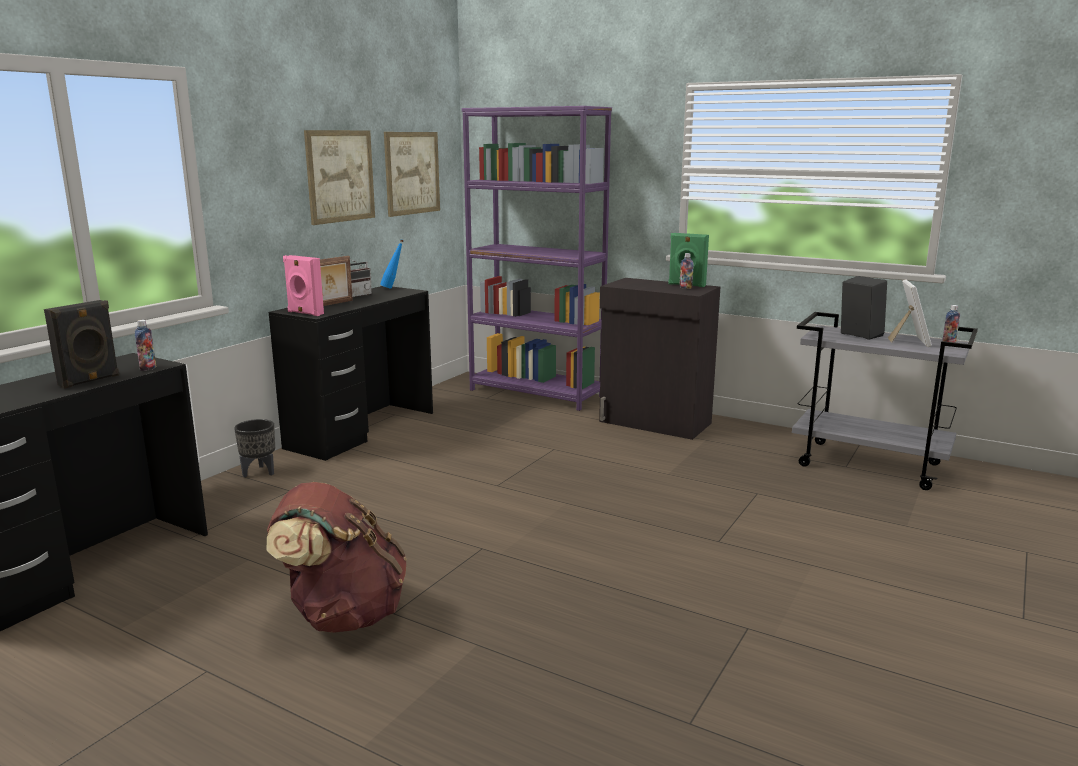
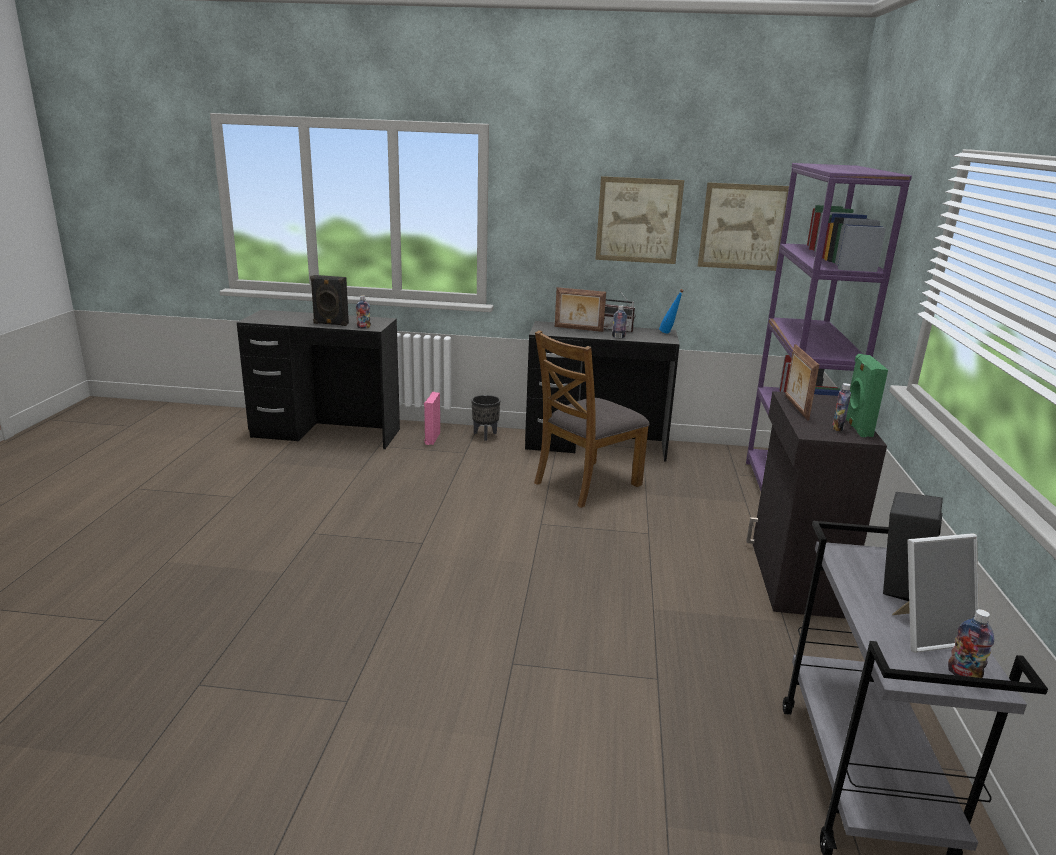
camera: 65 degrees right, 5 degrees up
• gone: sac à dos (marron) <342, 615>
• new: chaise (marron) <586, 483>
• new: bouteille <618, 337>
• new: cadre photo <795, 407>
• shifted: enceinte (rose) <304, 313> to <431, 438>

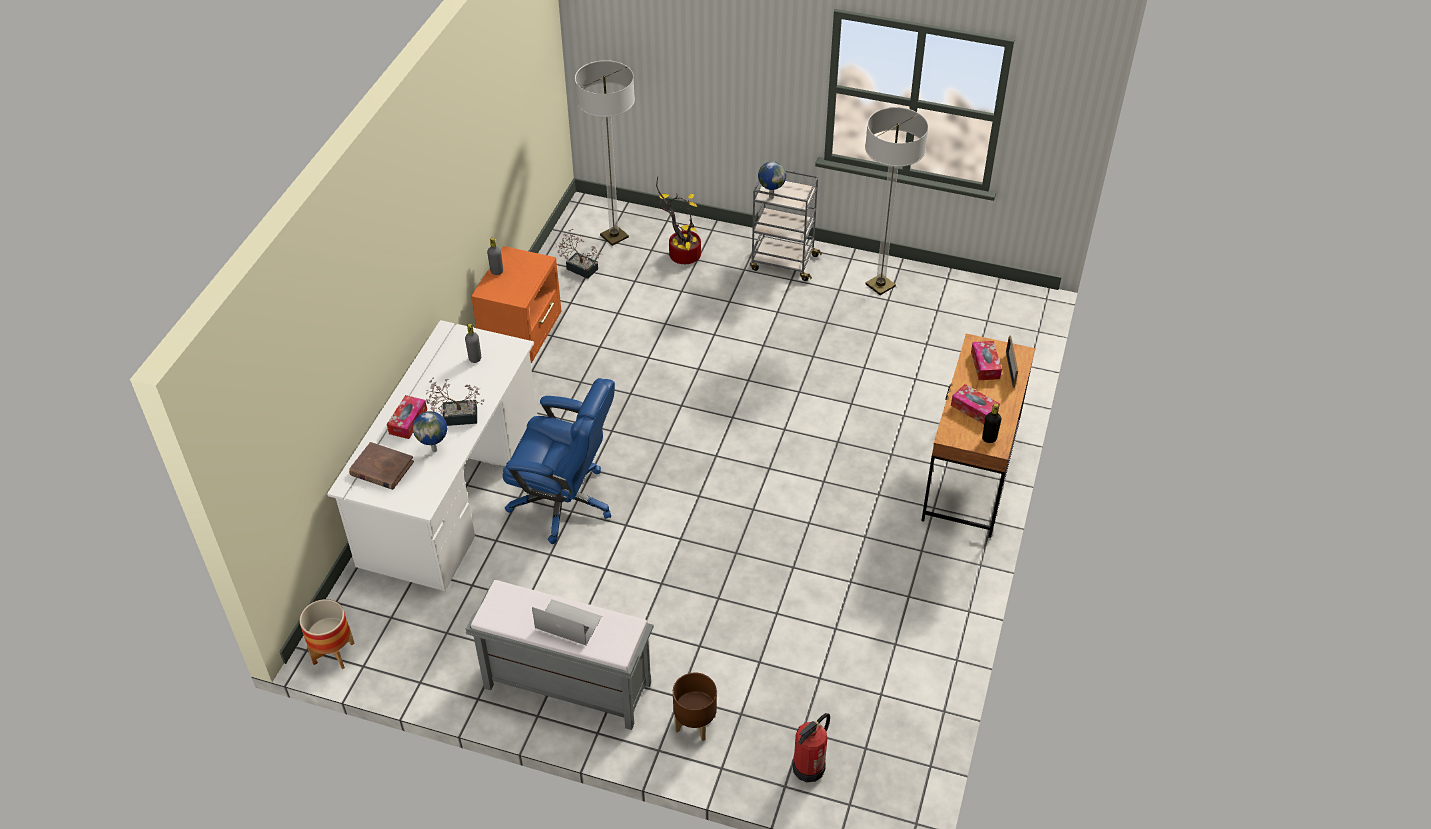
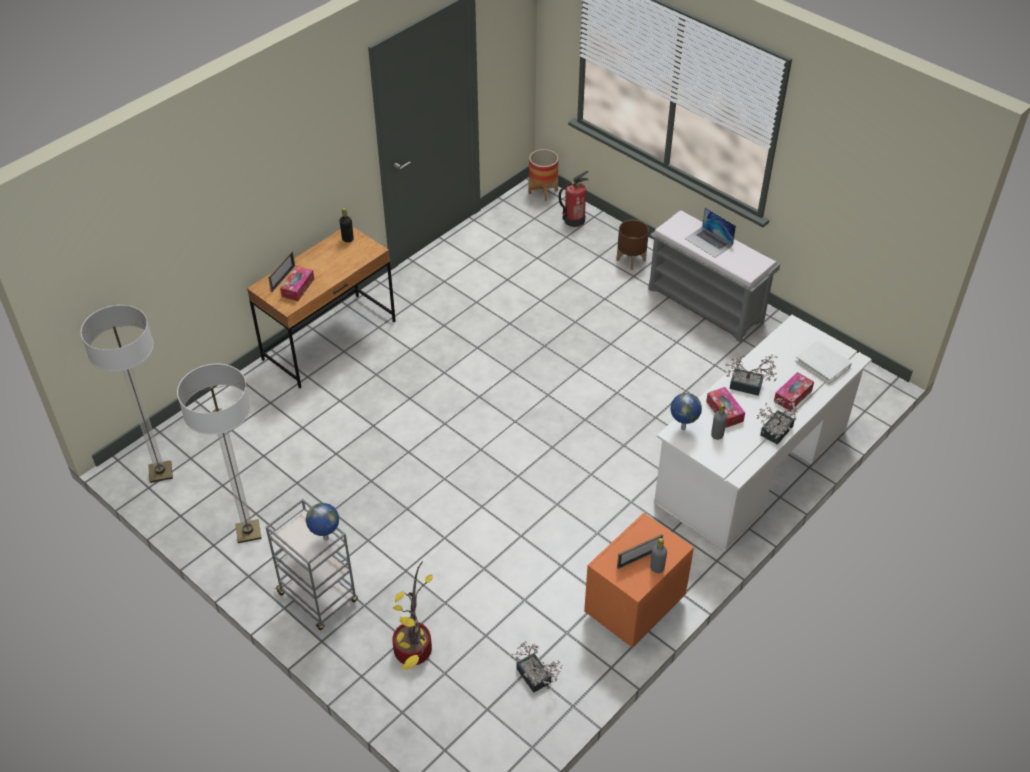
camera: 155 degrees left, 0 degrees up
• gone: chaise de bureau (bleu) <564, 502>
• new: cadre photo <639, 558>
• new: plante en pot <774, 433>
• shifted: cache-pot <333, 653> to <543, 191>
• shifted: globe <435, 449> to <682, 428>
• shifted: lampadaire <614, 236> to <160, 472>
• shifted: boîte à mouchoirs <974, 409> to <724, 411>
• repainted: livre (marron) <381, 468> to livre (blanc) <823, 363>

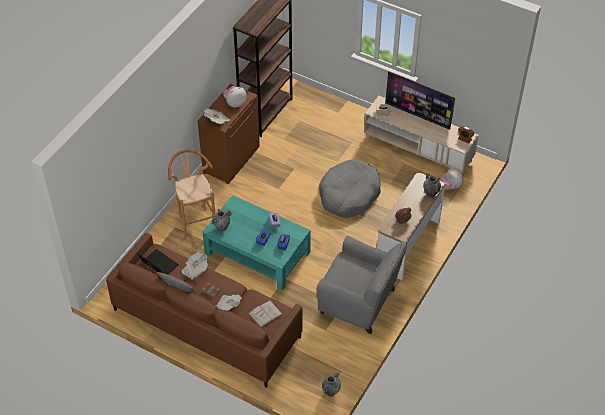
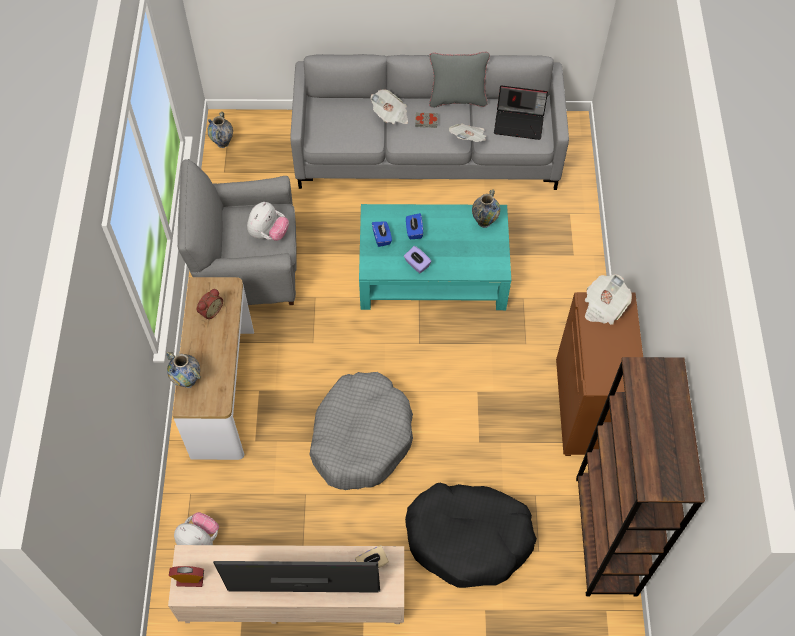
camera: 150 degrees right, 10 degrees up
• gone: tabouret (marron) <195, 220>
• gone: livre (blanc) <265, 314>
• new: panier pour chien (noir) <468, 538>
• shifted: peluche <235, 103> to <268, 233>
• repainted: canapé (marron) <207, 323> to canapé (gris) <427, 152>

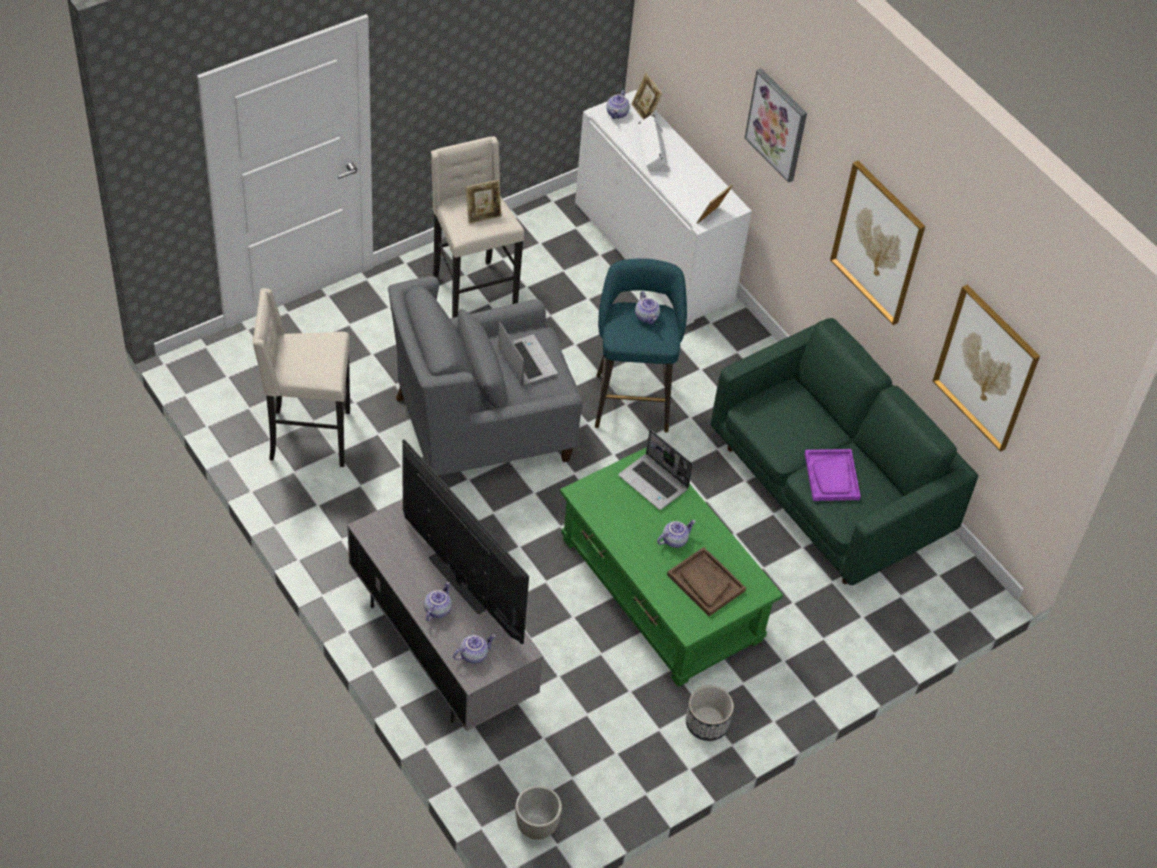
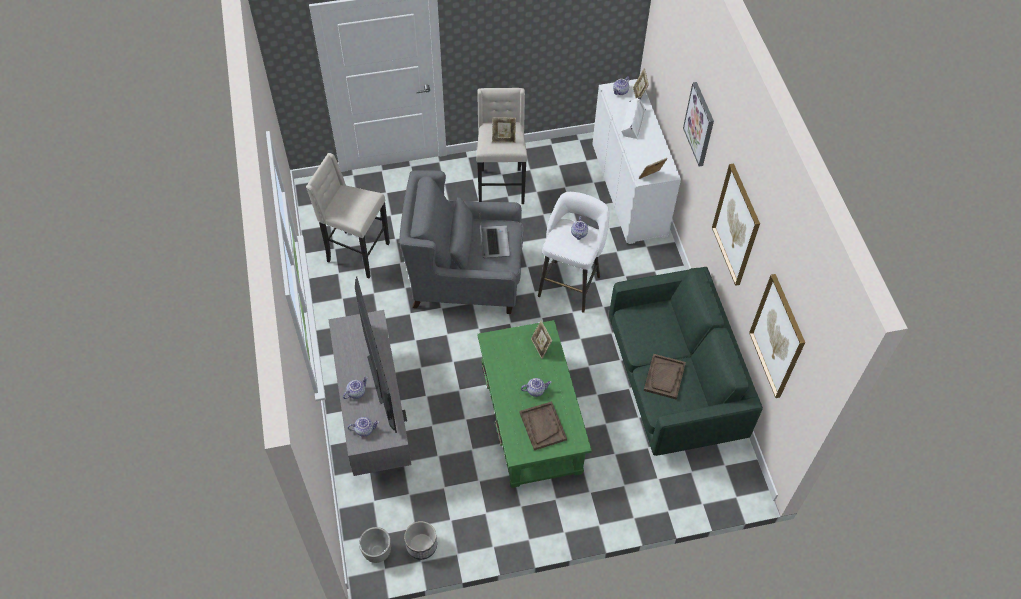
camera: 25 degrees right, 5 degrees up
• shifted: cache-pot <706, 723> to <421, 545>
• swapped: ordinateur portable <654, 483> to cadre photo <540, 347>
• repainted: tabouret (turquoise) <632, 398> to tabouret (blanc) <570, 283>
• repainted: plateau (violet) <832, 476> to plateau (marron) <664, 377>

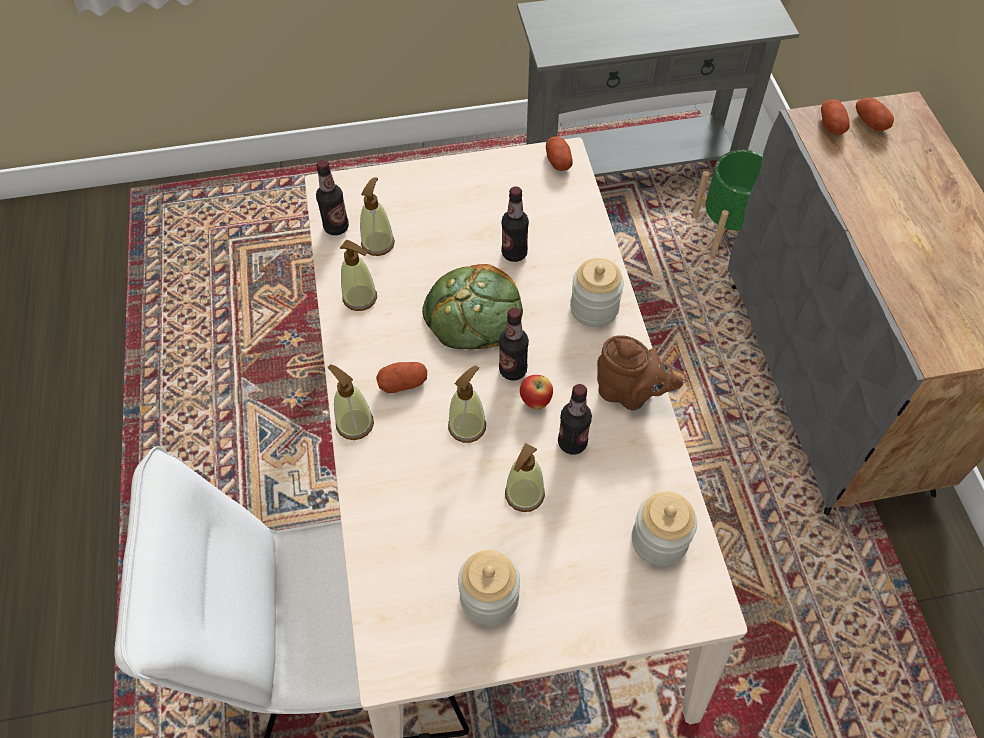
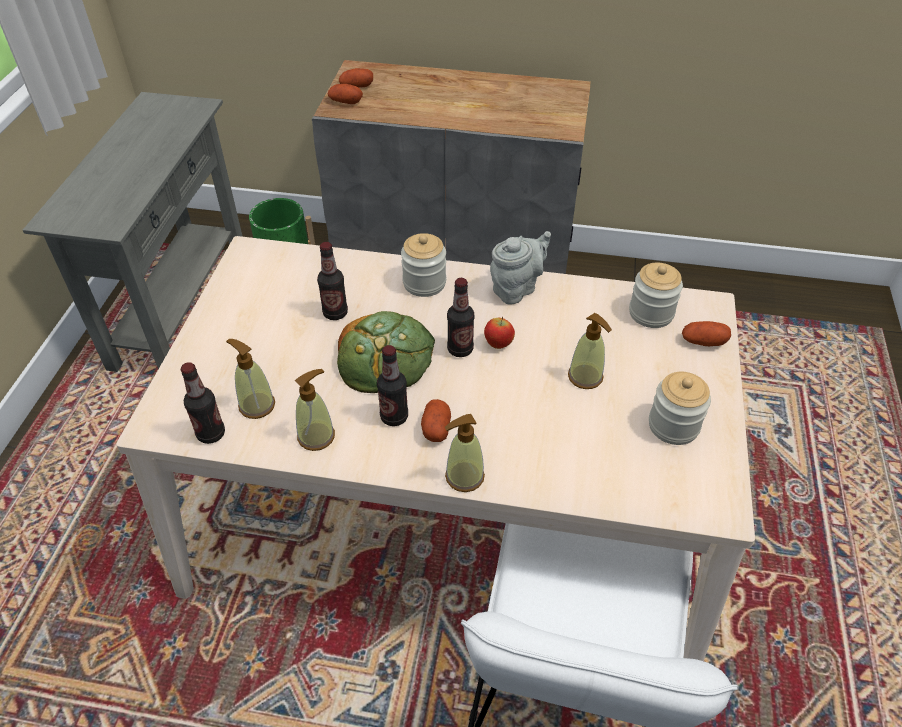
camera: 70 degrees left, 10 degrees down
• gone: distributeur de savon <467, 426>
• shifted: pomme de terre <558, 161> to <703, 342>
• shifted: bouteille <572, 443> to <394, 417>
• repainted: théière (marron) <630, 393> to théière (gris) <517, 288>

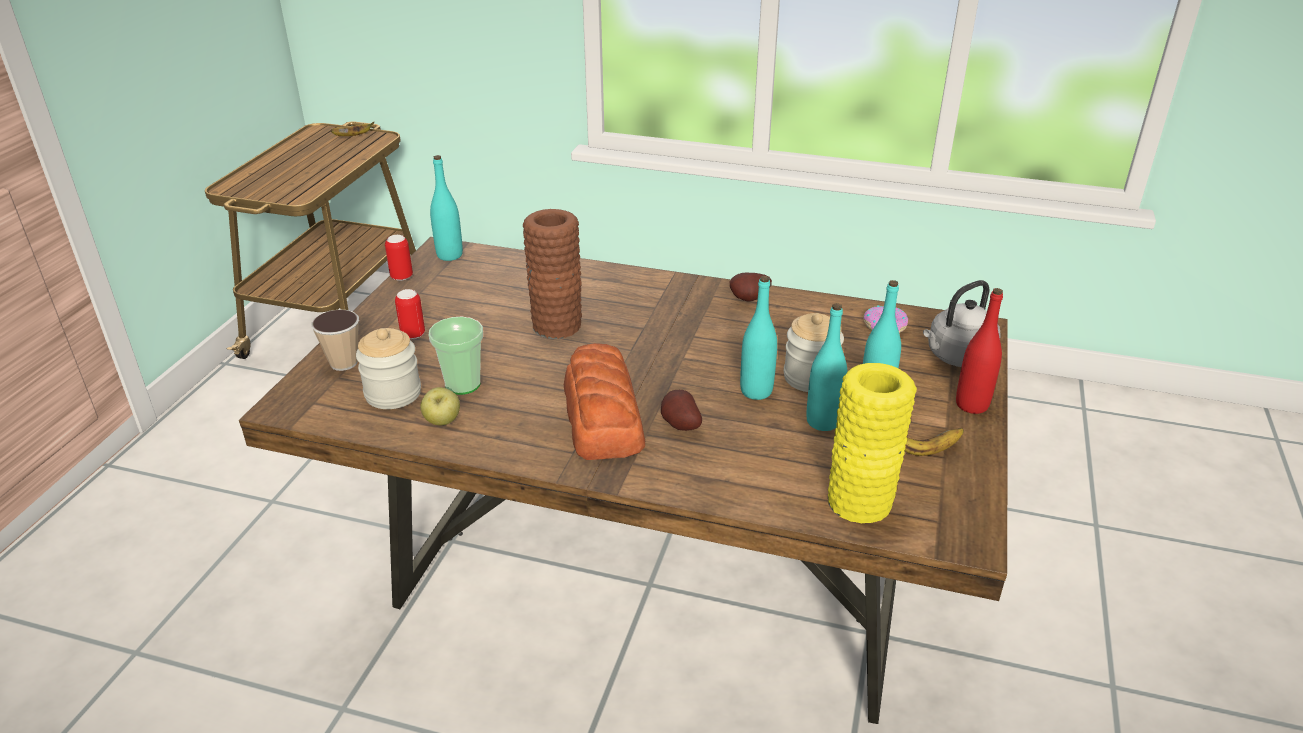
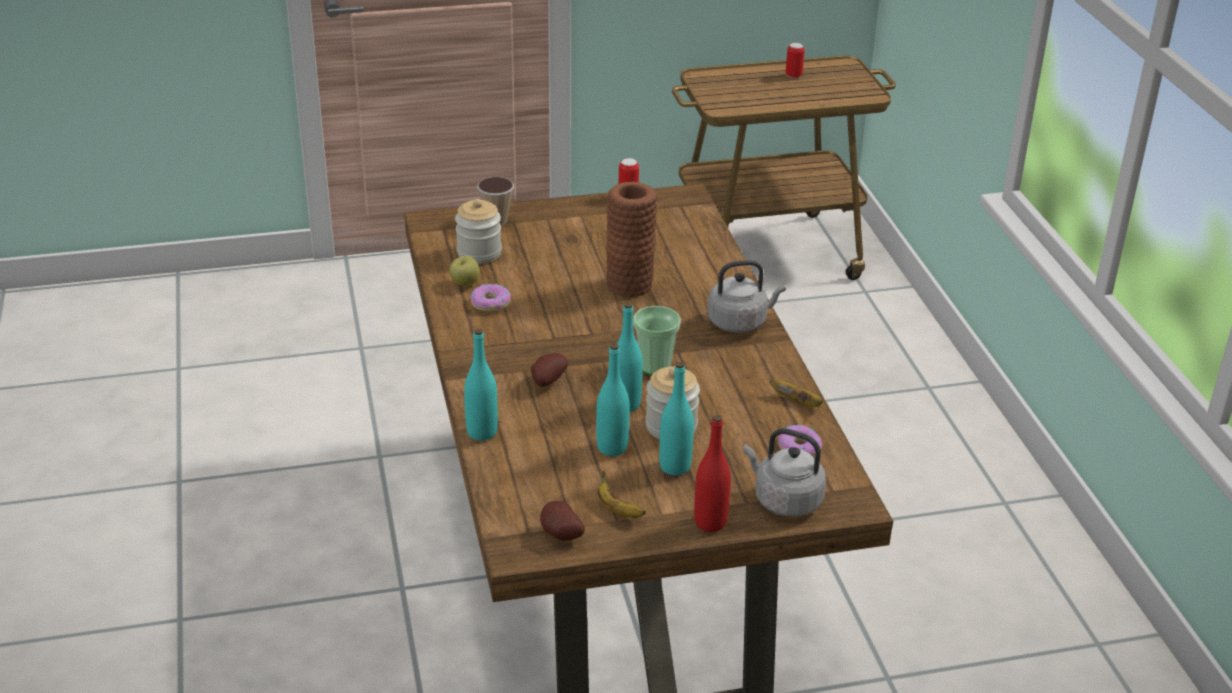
camera: 60 degrees right, 0 degrees up
• gone: pain <603, 415>
• gone: vase (jaune) <860, 502>
• new: beignet <490, 303>
• new: bouilloire (gris) <740, 322>
• shifted: banane <353, 136> to <798, 402>
• shifted: boîte métallique <413, 334> to <793, 76>
• shifted: tasse <462, 384> to <655, 366>
• shifted: bouteille (turquoise) <449, 255> to <482, 432>
• shifted: pomme de terre <750, 300> to <560, 535>

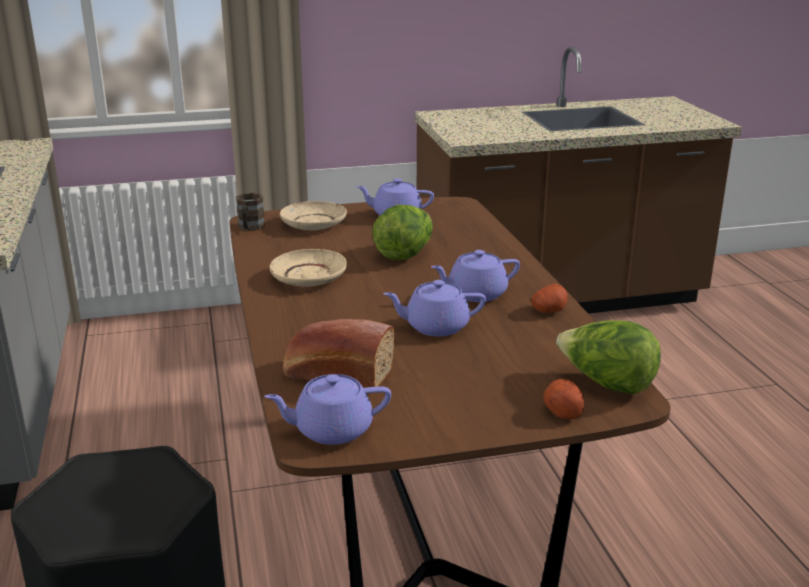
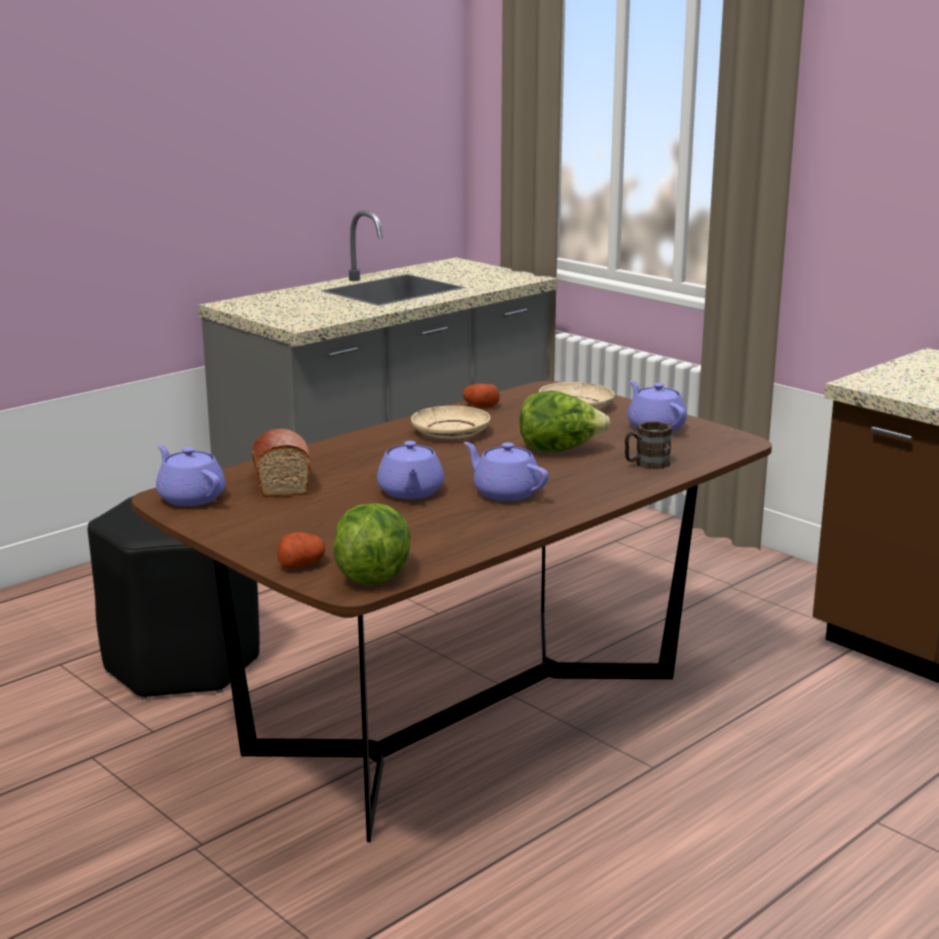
camera: 60 degrees right, 5 degrees down
• shifted: mug (marron) <250, 228> to <646, 464>
• shifted: pomme de terre <549, 311> to <480, 406>
• rotated: théière (violet) <435, 326> = <410, 492> 150 degrees counterclockwise

